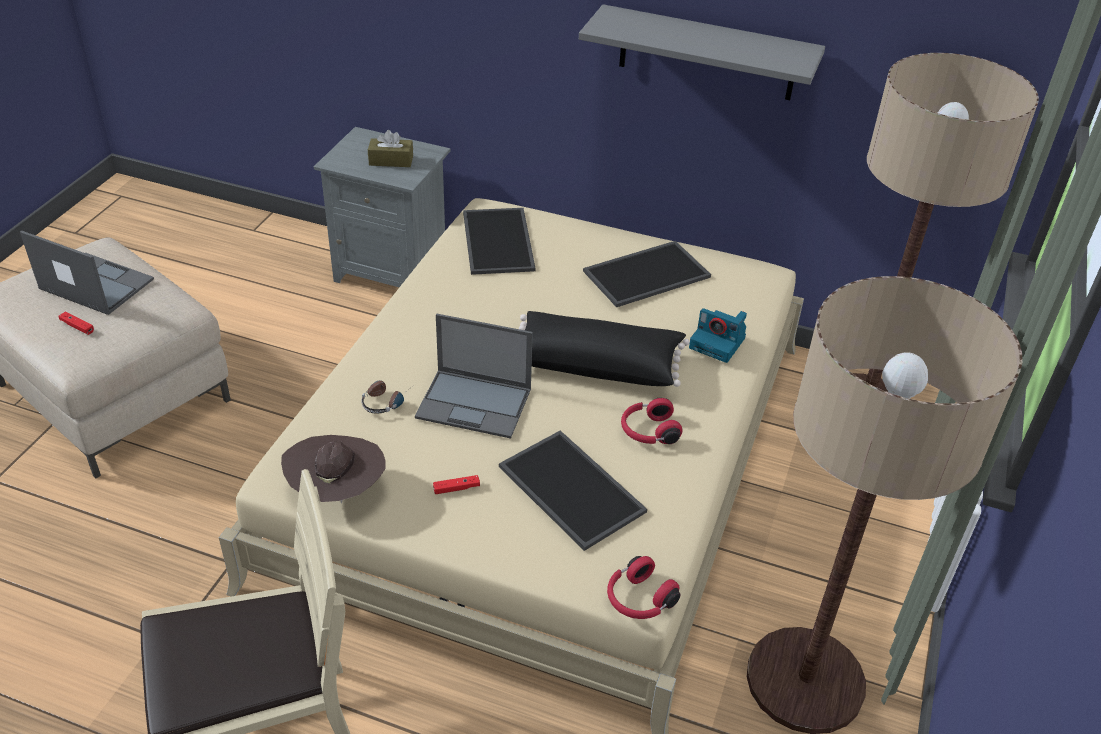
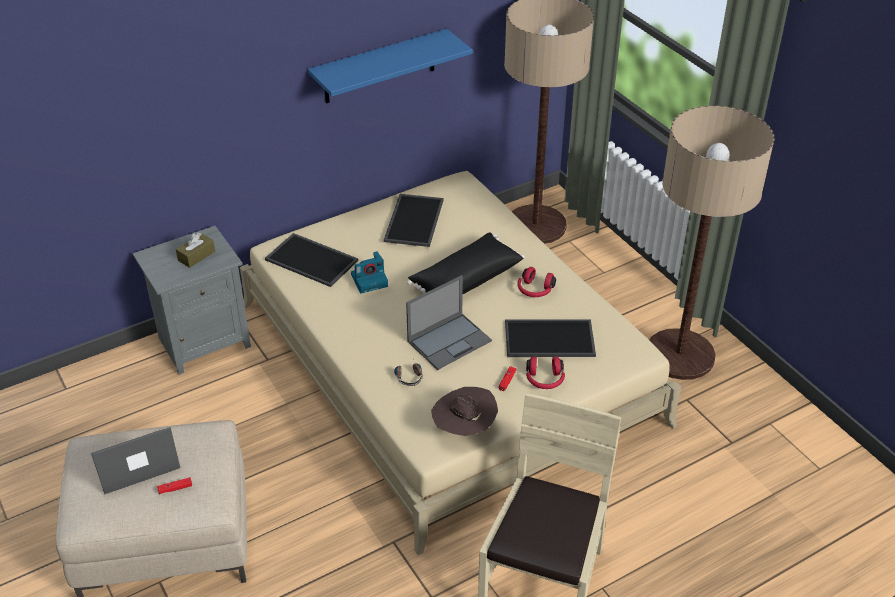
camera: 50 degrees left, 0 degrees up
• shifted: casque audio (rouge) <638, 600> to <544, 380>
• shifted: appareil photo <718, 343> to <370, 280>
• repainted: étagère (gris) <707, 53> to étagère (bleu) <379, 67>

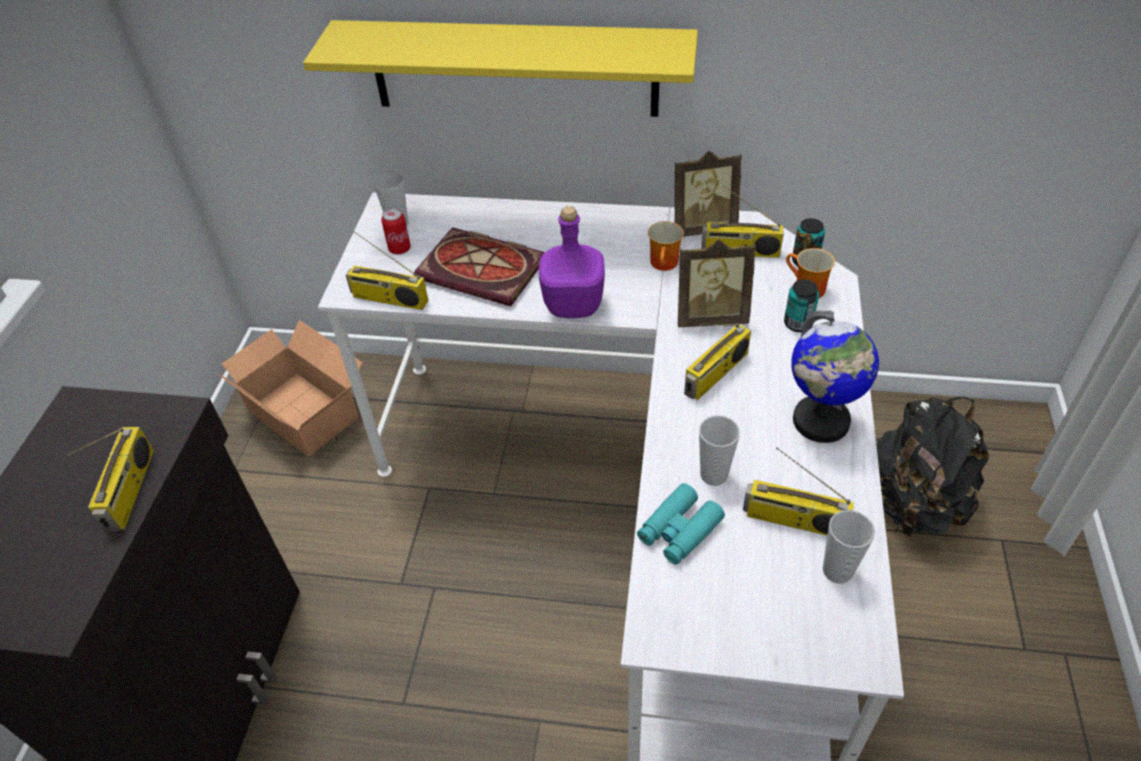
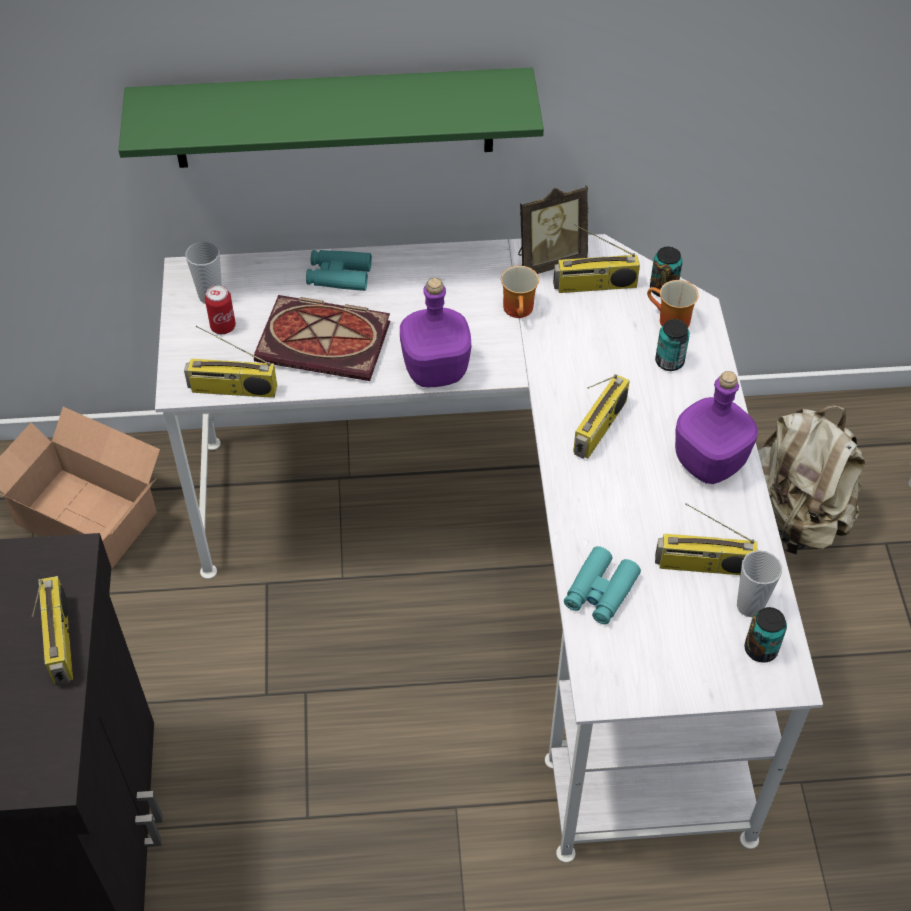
camera: 15 degrees left, 5 degrees up
• gone: cadre photo <710, 316>
• gone: tasse <713, 475>
• new: jumelles (turquoise) <339, 276>
• new: boîte métallique <760, 649>
• swapped: globe <820, 421> to bouteille (violet) <710, 464>
• repainted: étagère (jaune) <514, 68> to étagère (vert) <333, 118>
• repainted: sac à dos (noir) <912, 504> to sac à dos (beige) <793, 519>

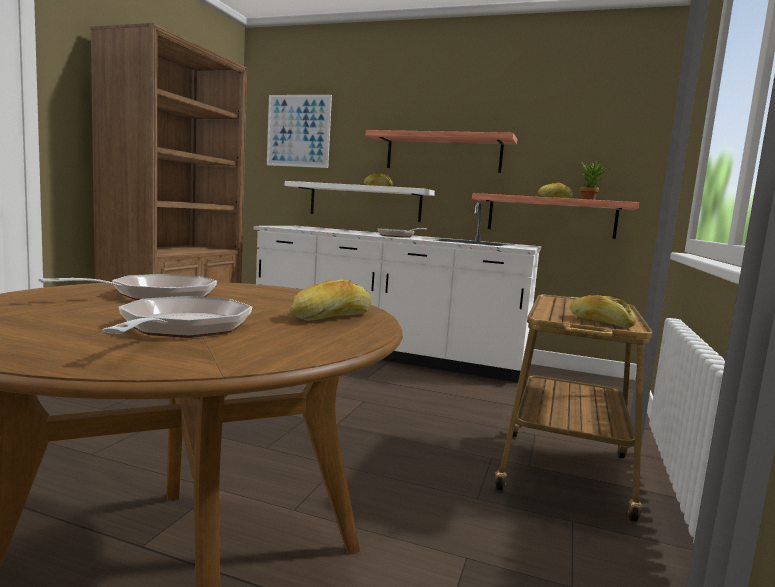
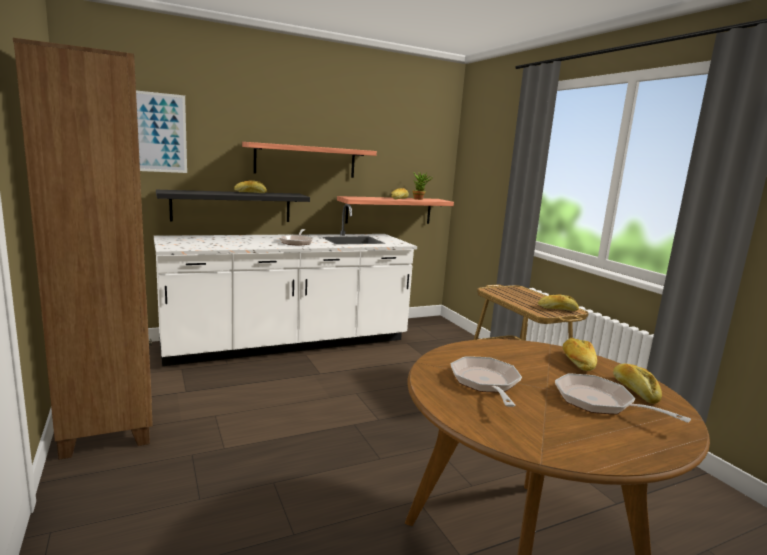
camera: 45 degrees left, 5 degrees up
• new: pain <634, 390>
• repainted: étagère (blanc) <364, 202> to étagère (noir) <232, 206>

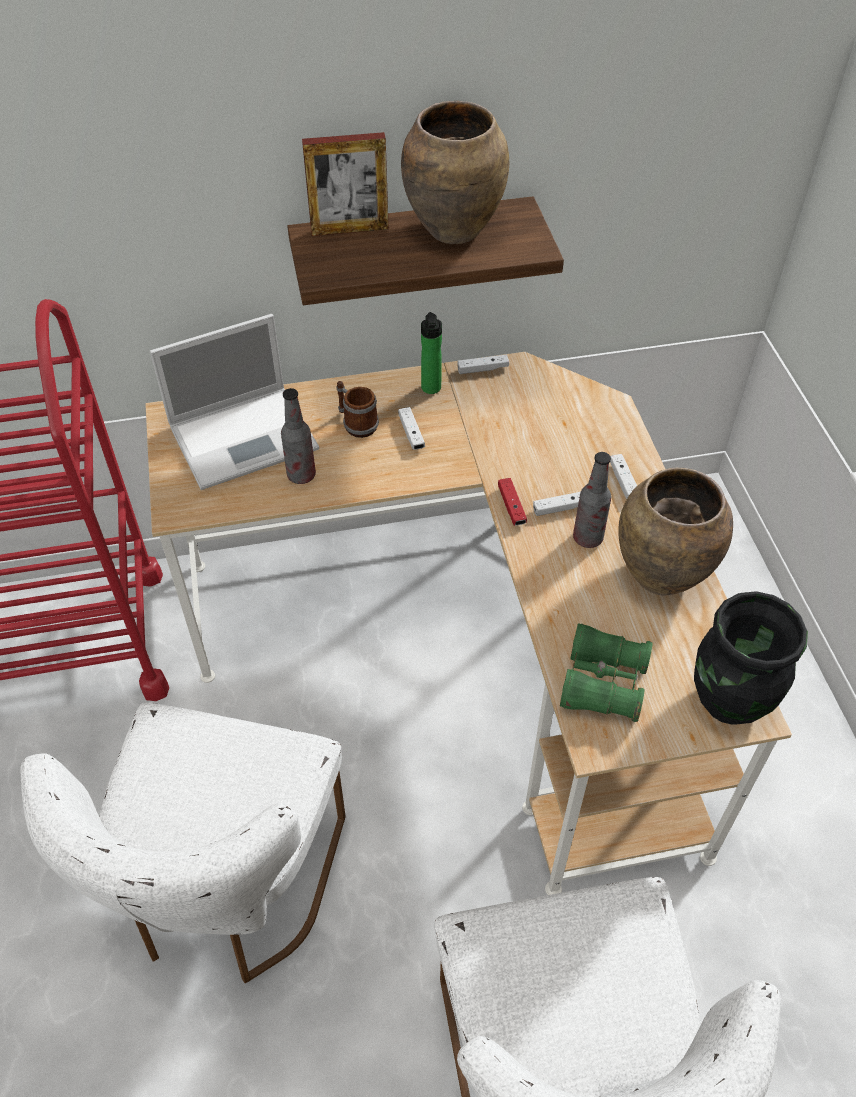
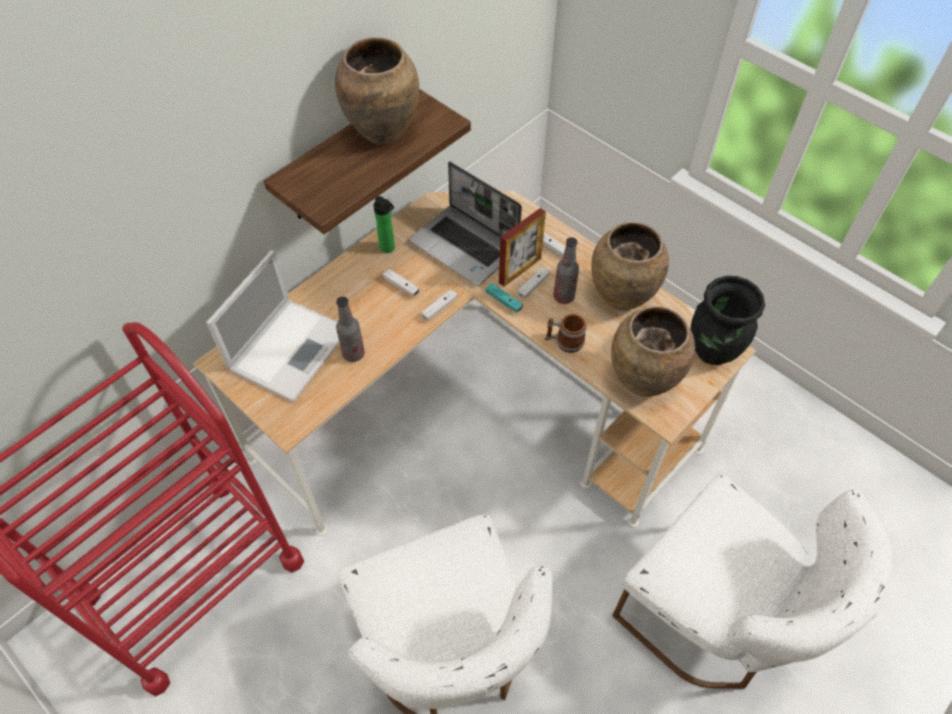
camera: 35 degrees left, 5 degrees up
• new: ordinateur portable <466, 246>
• shifted: cadre photo <349, 229> to <520, 270>
• shifted: mug <356, 423> to <564, 342>
• shifted: manette (blanc) <482, 369> to <439, 308>
• swapped: jumelles (vert) <603, 682> to vase (marron) <642, 380>
• repainted: manette (rouge) <511, 506> to manette (turquoise) <504, 301>

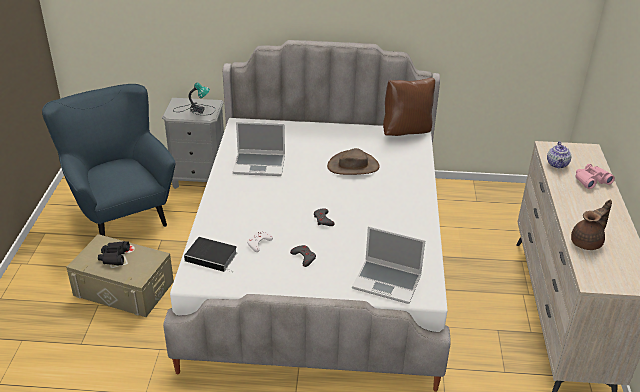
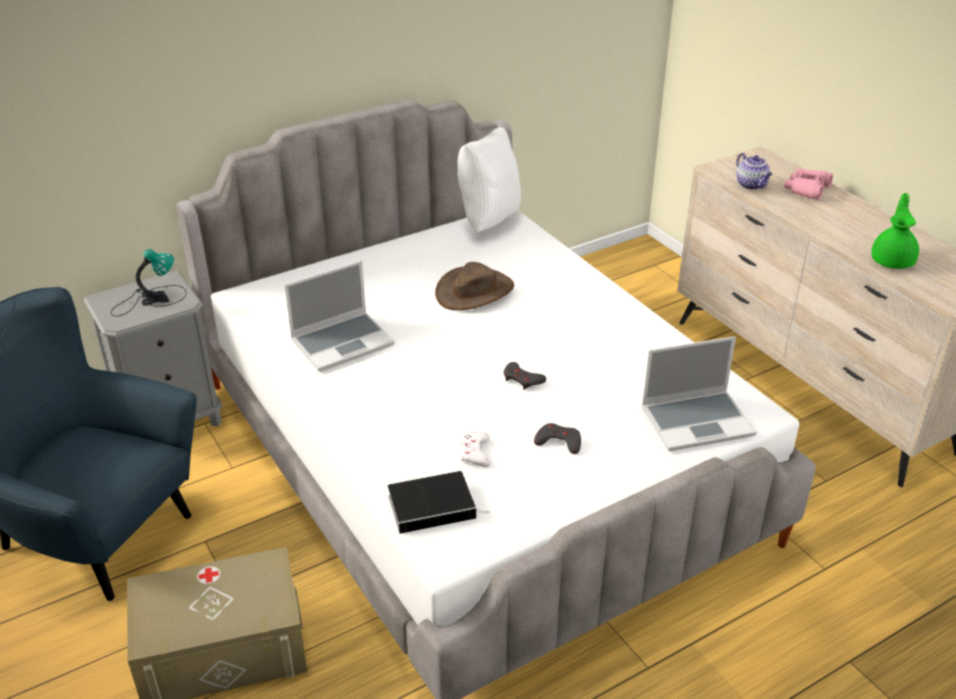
camera: 35 degrees left, 0 degrees up
• gone: jumelles (noir) <114, 257>
• repainted: coussin (marron) <406, 131> to coussin (blanc) <487, 220>
• repainted: théière (marron) <587, 242> to théière (vert) <893, 260>

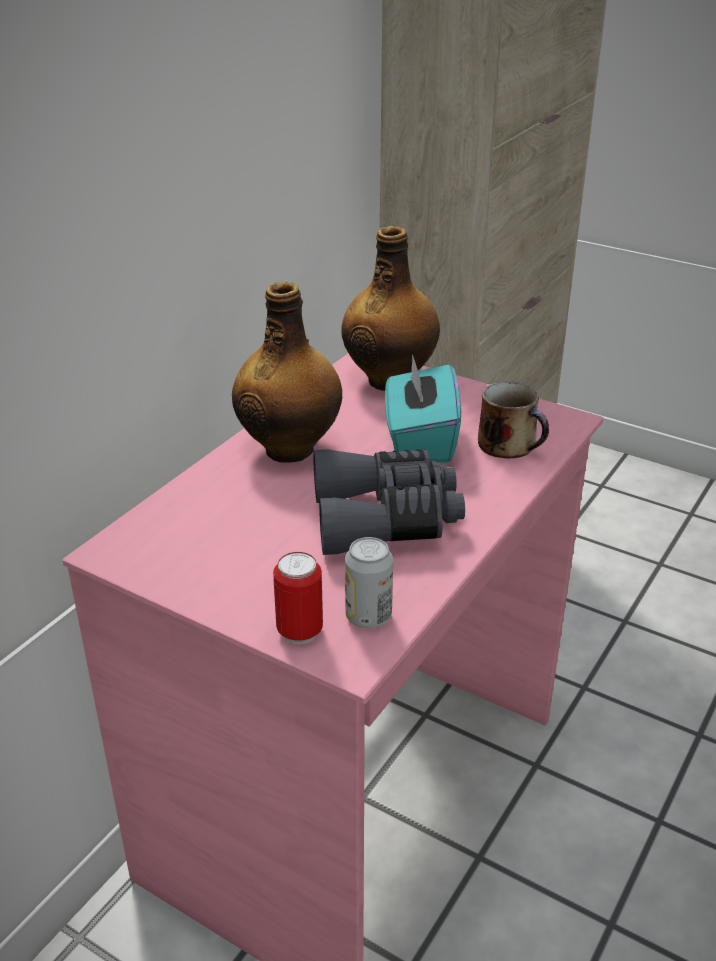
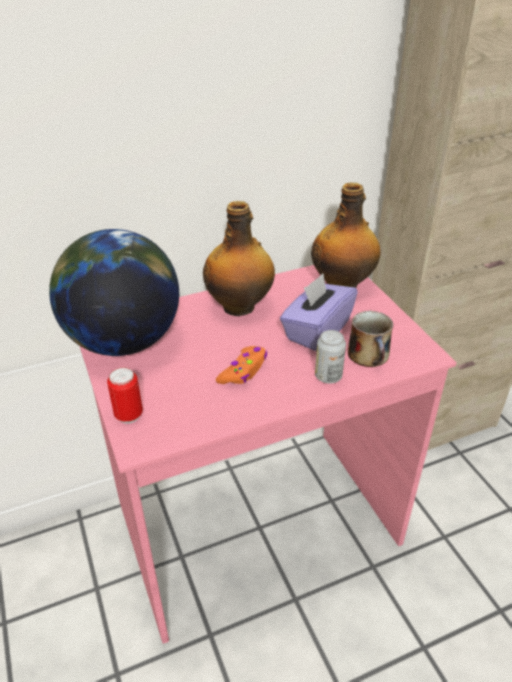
camera: 35 degrees right, 5 degrees up
• new: globe <124, 341>
• shifted: boîte métallique <368, 616> to <328, 376>
• swapped: jumelles (gris) <385, 519> to manette (orange) <243, 371>
• repainted: boîte à mouchoirs (turquoise) <420, 441> to boîte à mouchoirs (violet) <316, 331>

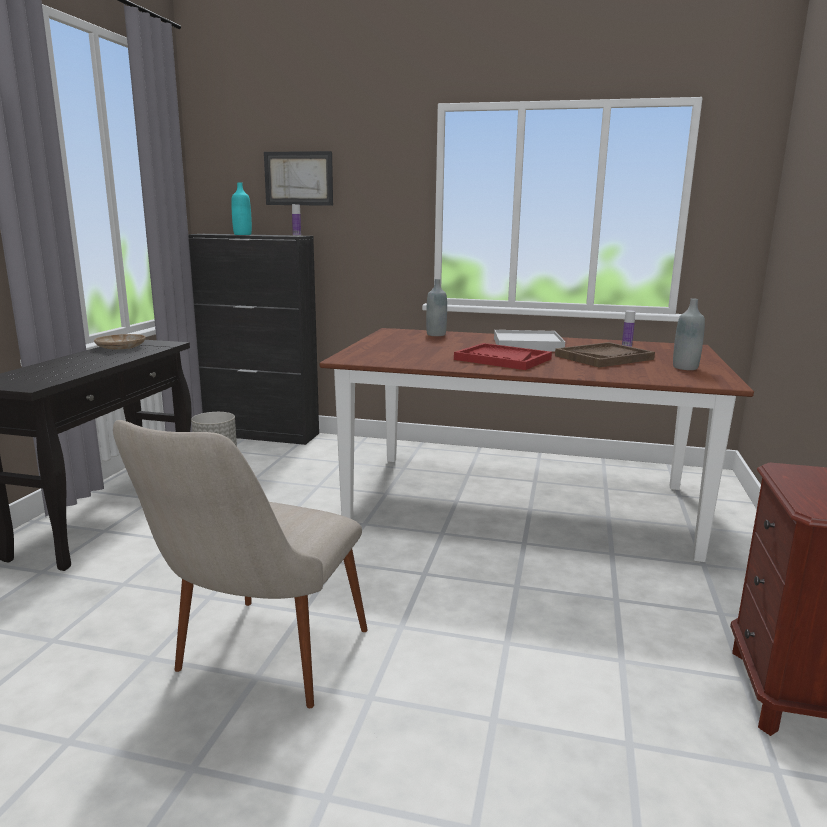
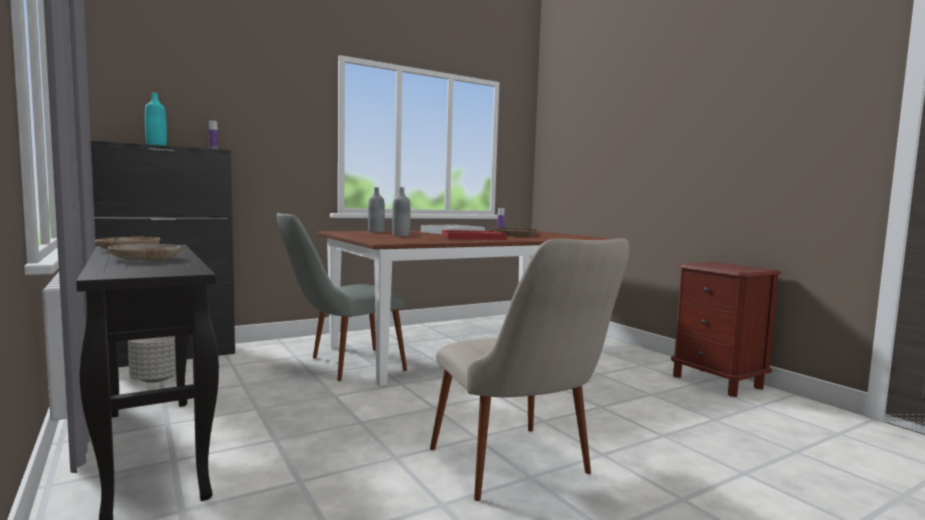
camera: 45 degrees left, 10 degrees down
• gone: tableau <298, 178>
• new: assiette (beige) <146, 259>
• new: chaise (gris) <341, 366>
• shifted: bouteille (gris) <685, 368> to <401, 235>

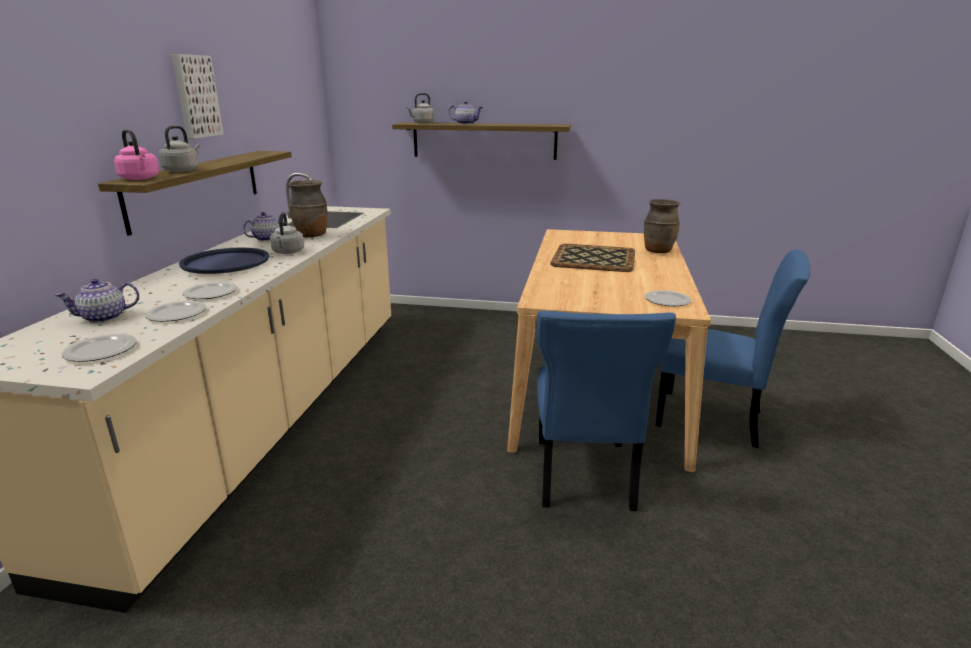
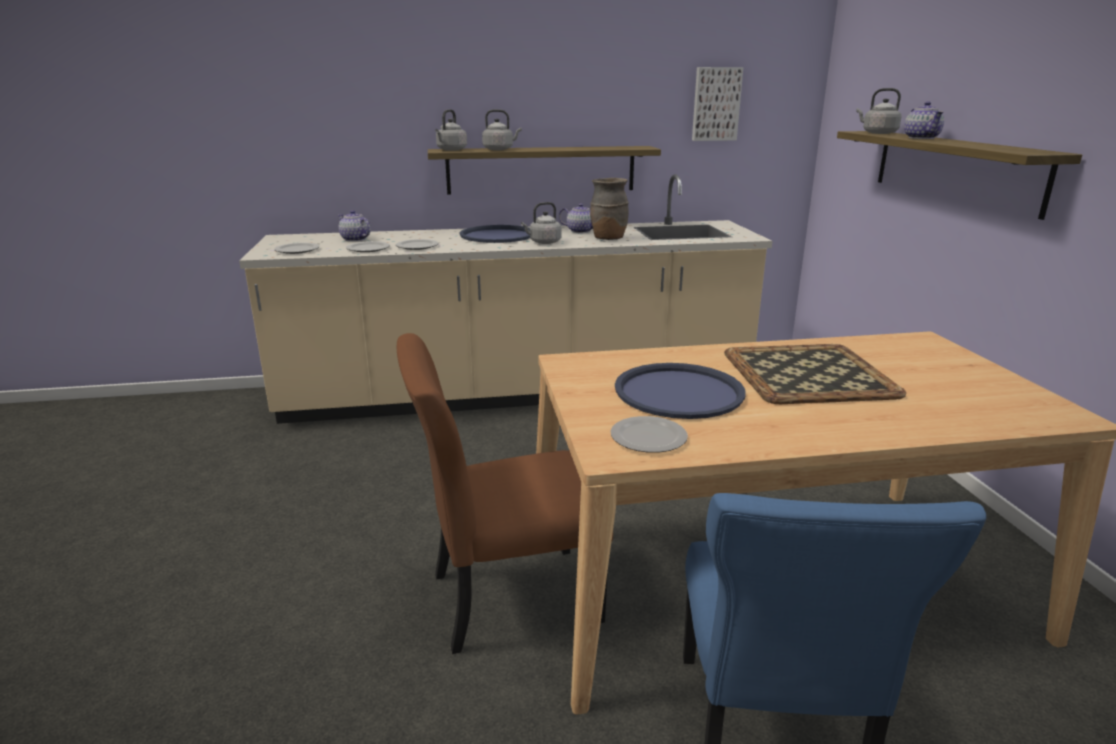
camera: 70 degrees right, 0 degrees up
• gone: vase (marron) <658, 251>
• new: plateau (bleu) <678, 392>
• shifted: tableau <195, 96> to <715, 104>
• repainted: bouilloire (rose) <140, 179> to bouilloire (gris) <451, 150>
• repainted: chaise (bleu) <583, 477> to chaise (marron) <507, 598>

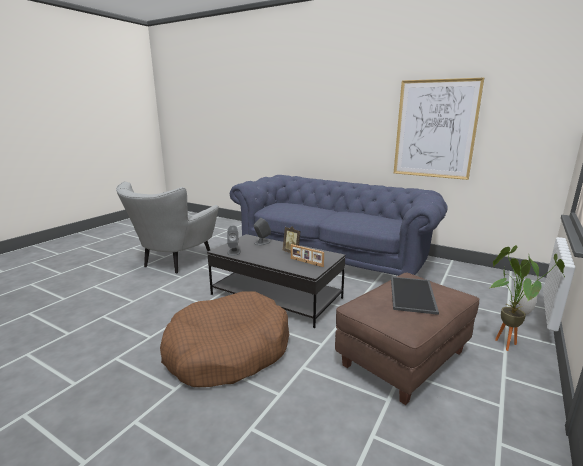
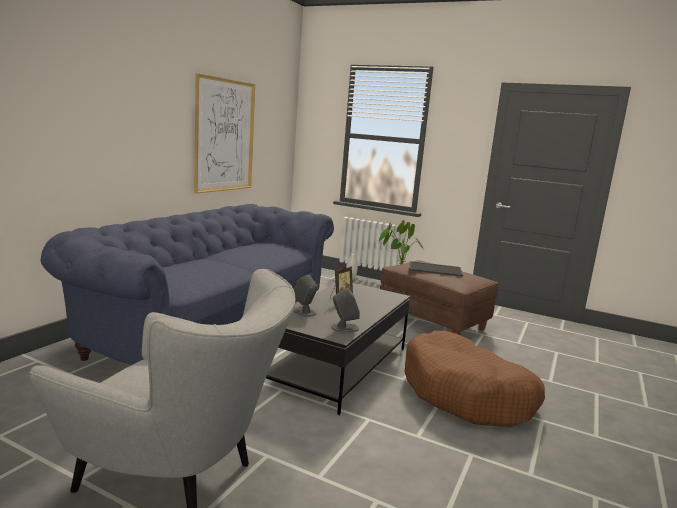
camera: 95 degrees left, 5 degrees down
• gone: cadre photo <306, 262>

